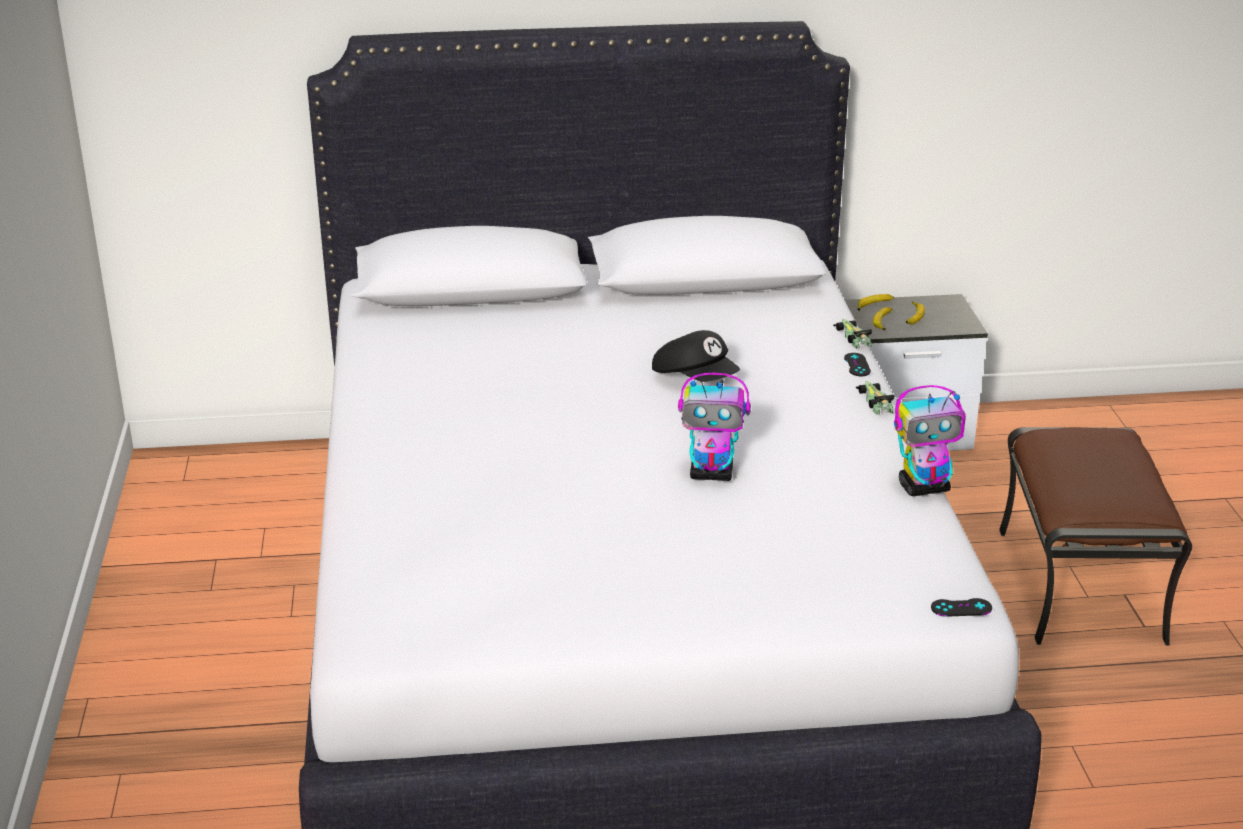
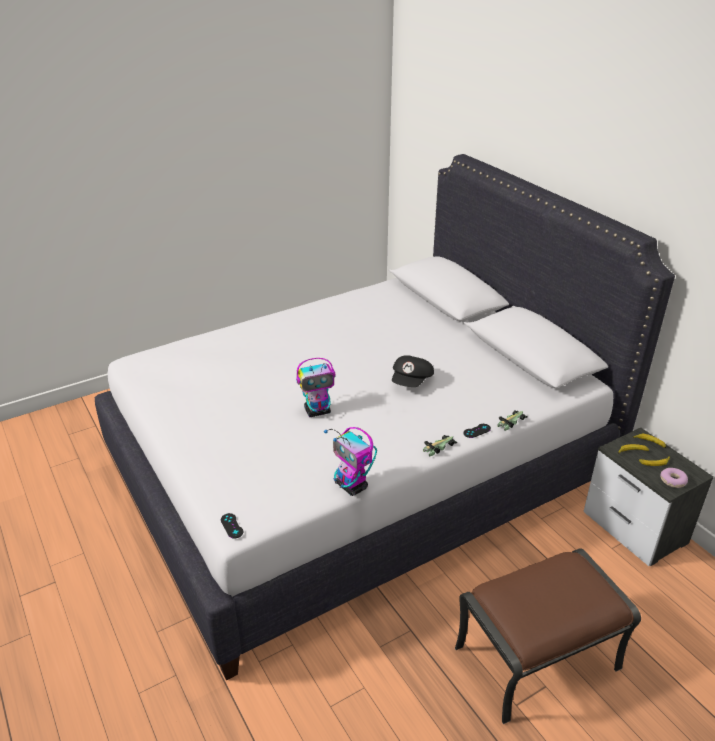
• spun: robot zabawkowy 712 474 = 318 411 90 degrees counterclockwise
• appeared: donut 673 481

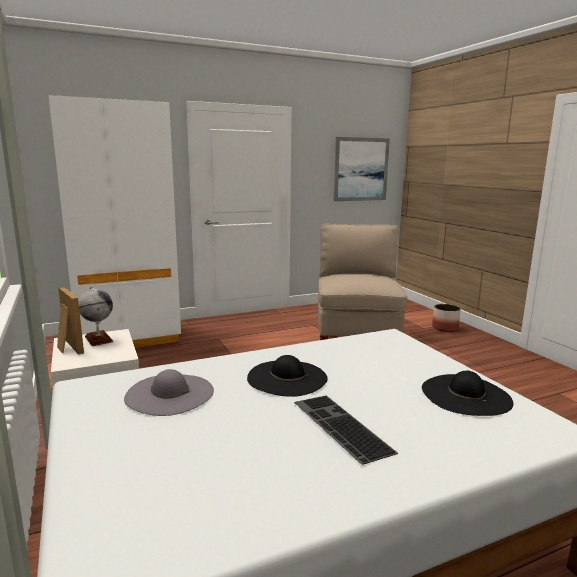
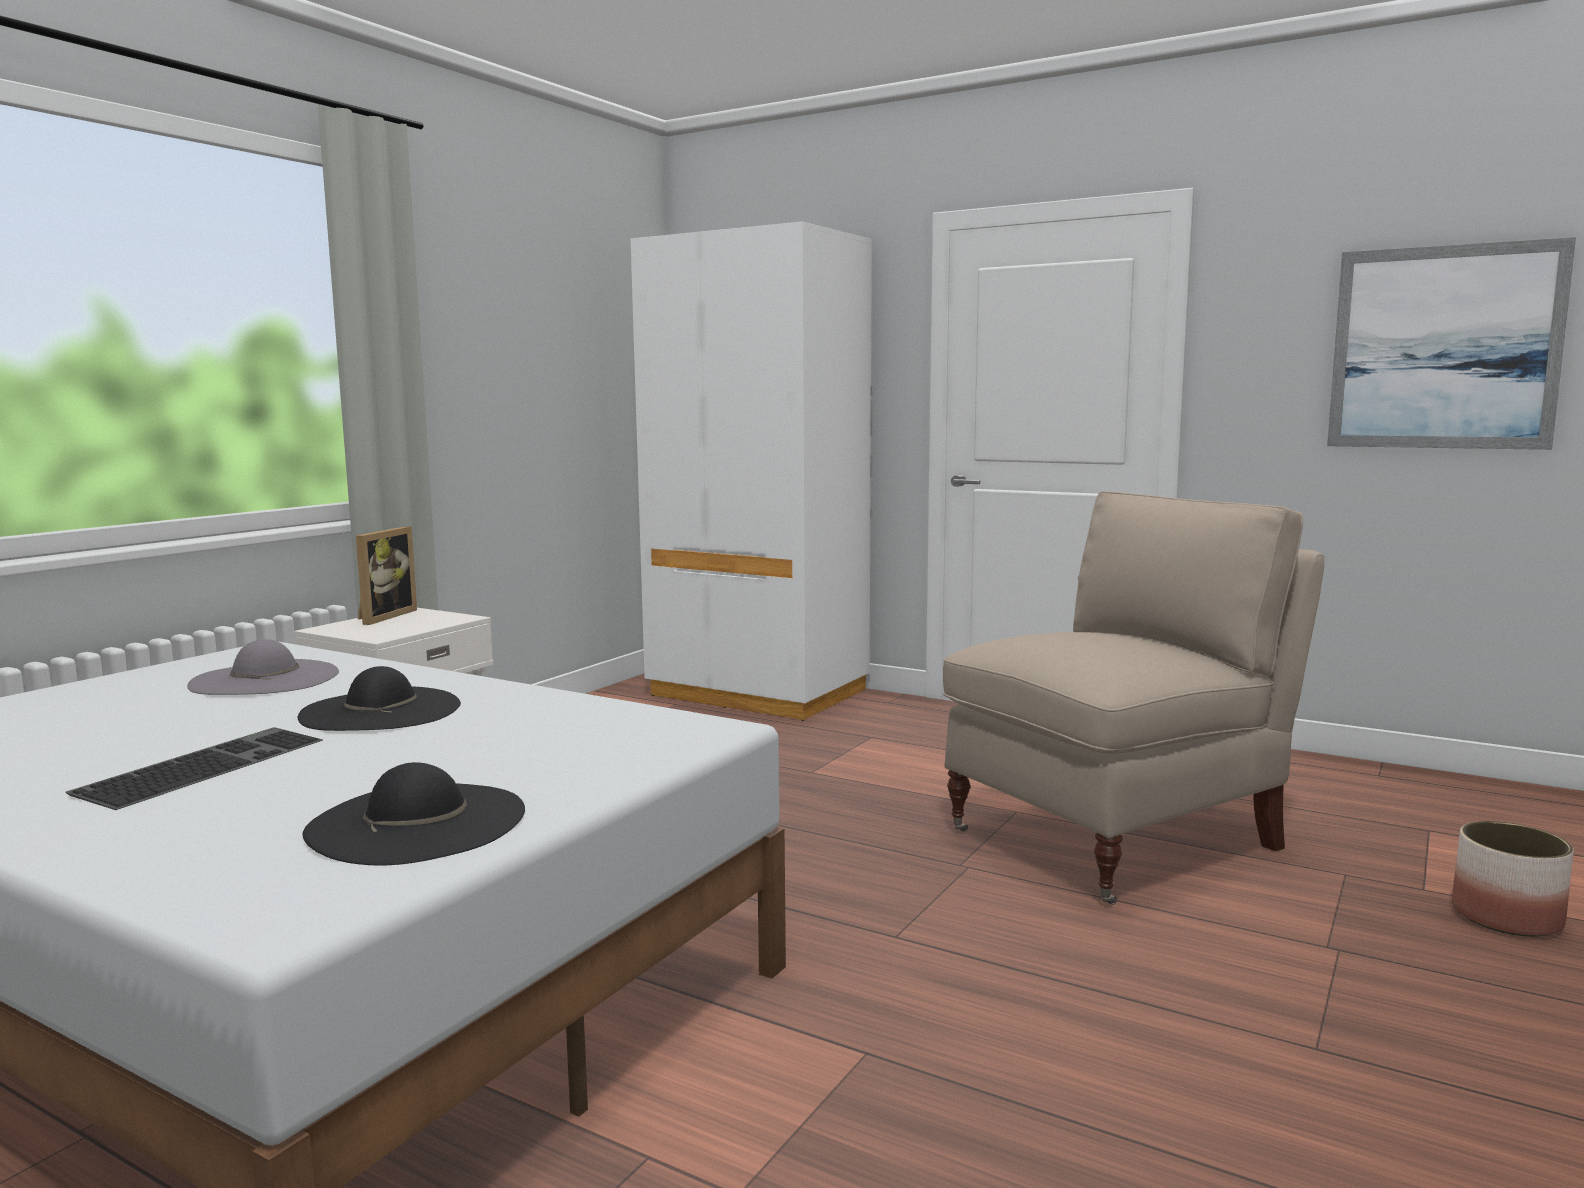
• missing: globus 98 339

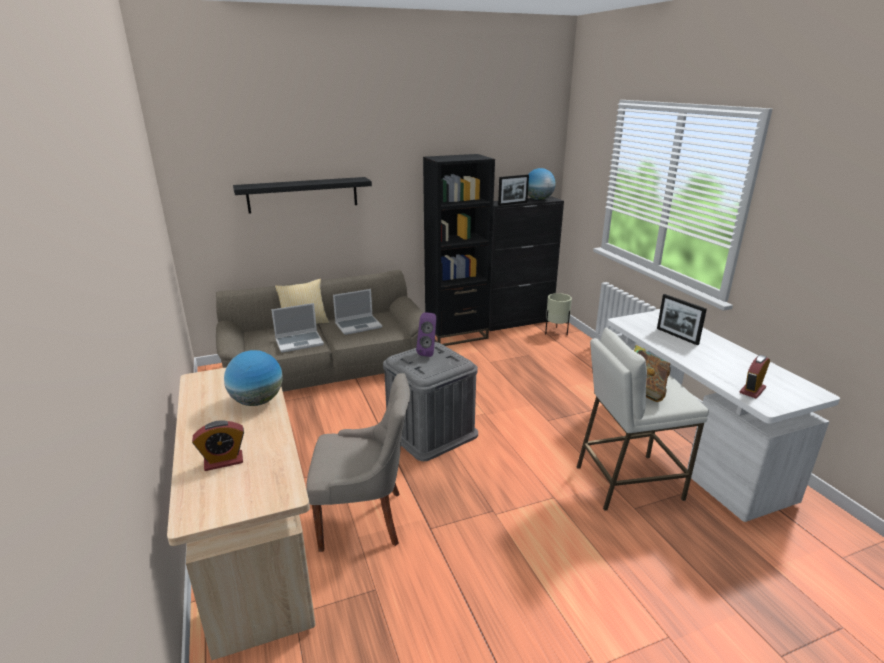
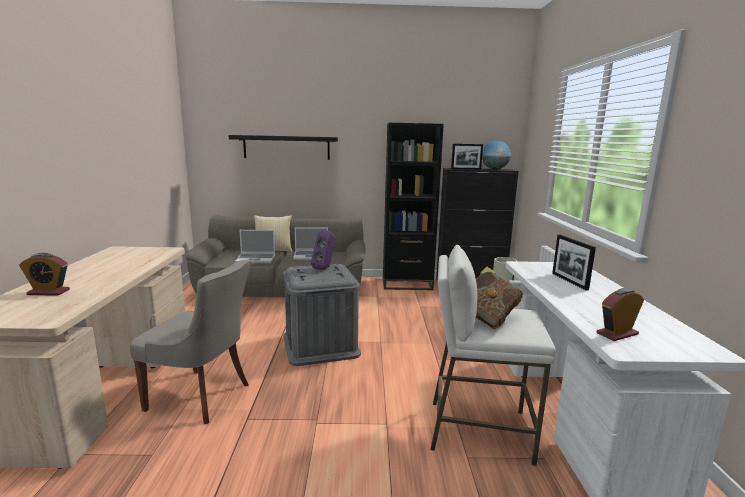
• missing: globus 257 401

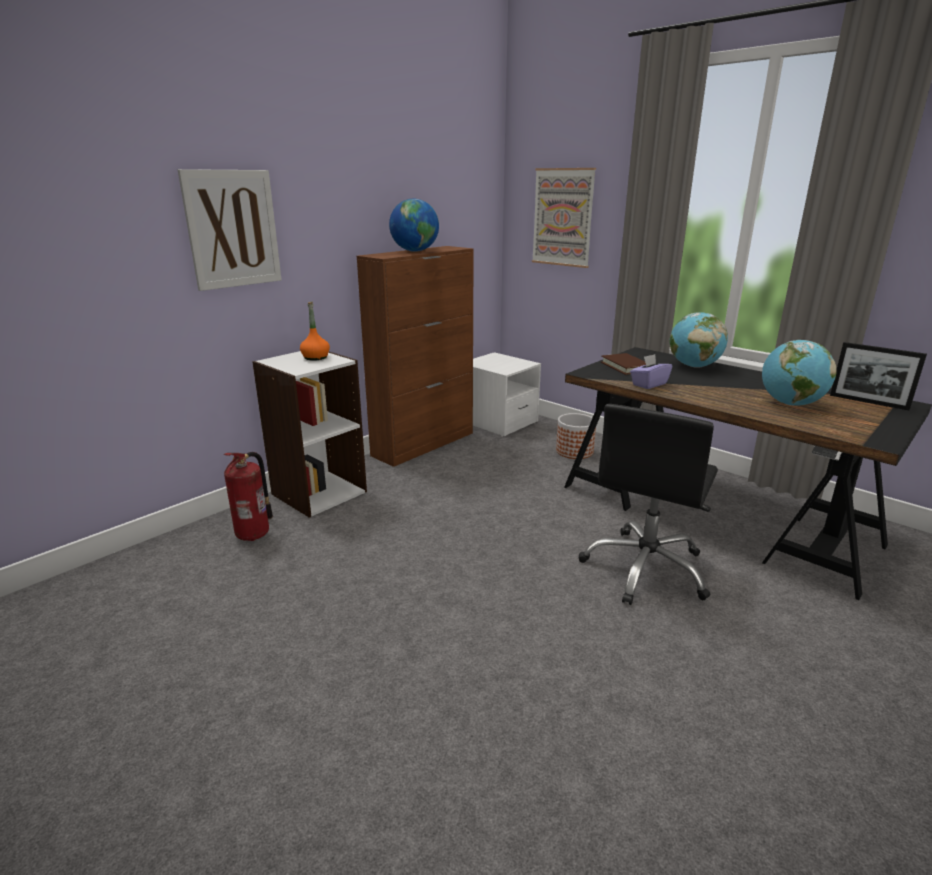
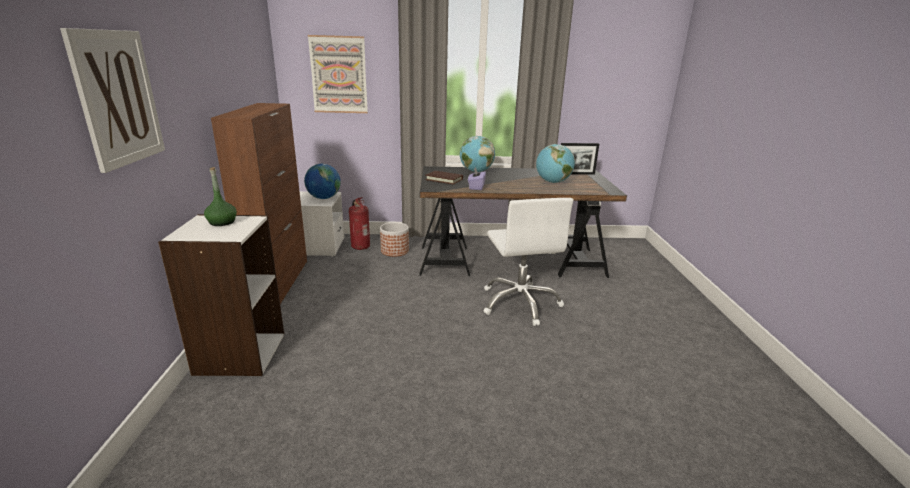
• colour: butelka (pomarańczowy) 315 357 to butelka (zielony) 222 222
• relocated: globus 415 251 to 324 198
• relocated: gaśnica 254 533 to 360 247
• colour: krzesło biurowe (czarny) 646 569 to krzesło biurowe (biały) 520 303

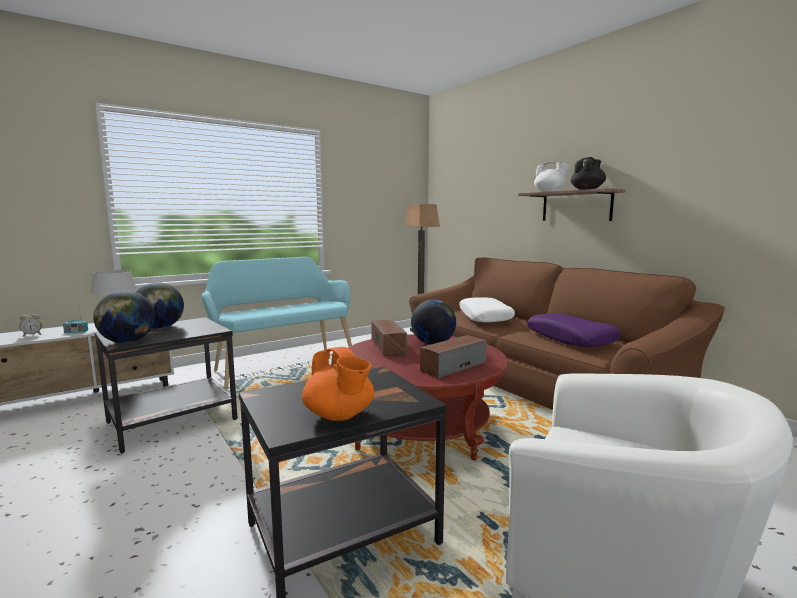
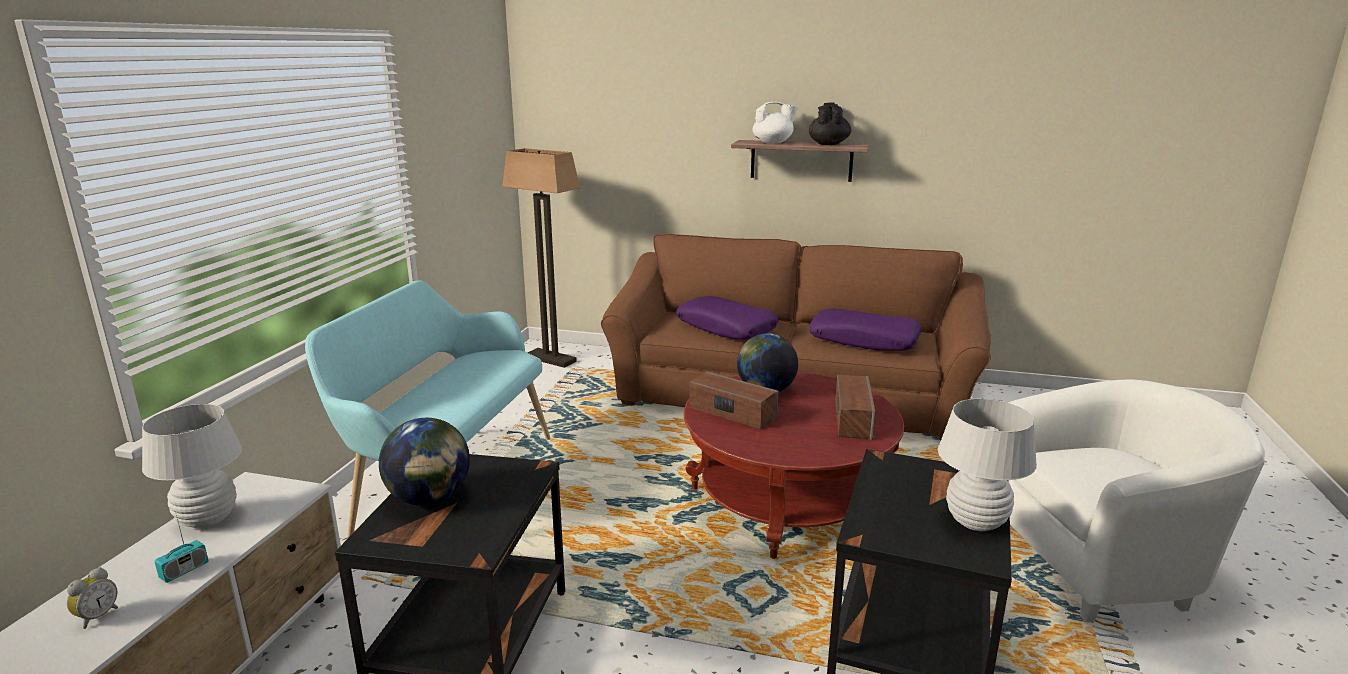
• colour: poduszka (biały) 485 317 to poduszka (fioletowy) 726 328
• exchanged: imbryk (pomarańczowy) 339 416 to lampa stołowa (biały) 976 522
• missing: globus 127 342

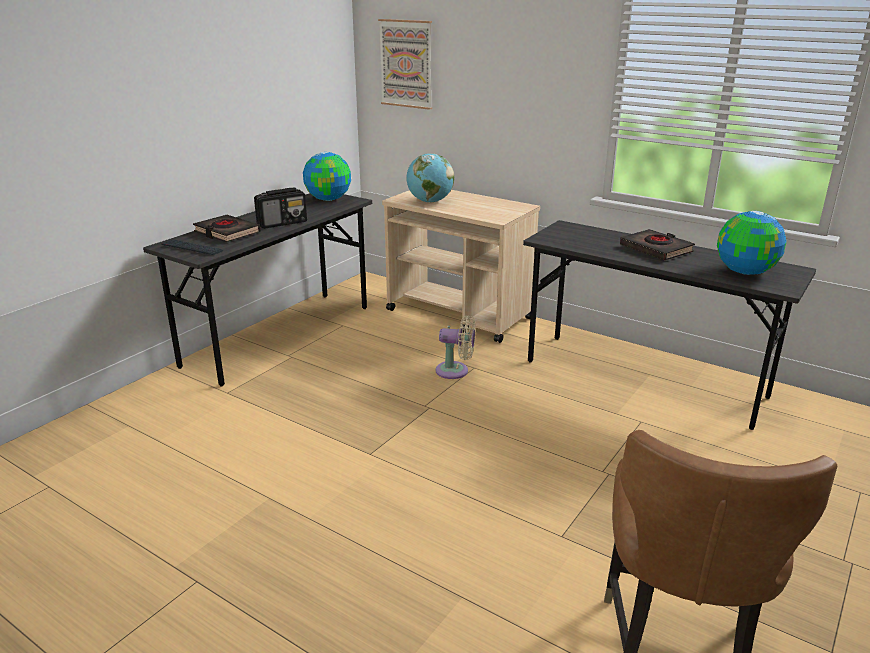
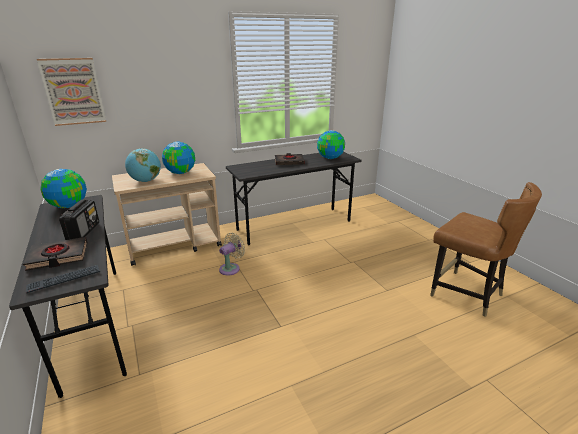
• appeared: globus 180 172

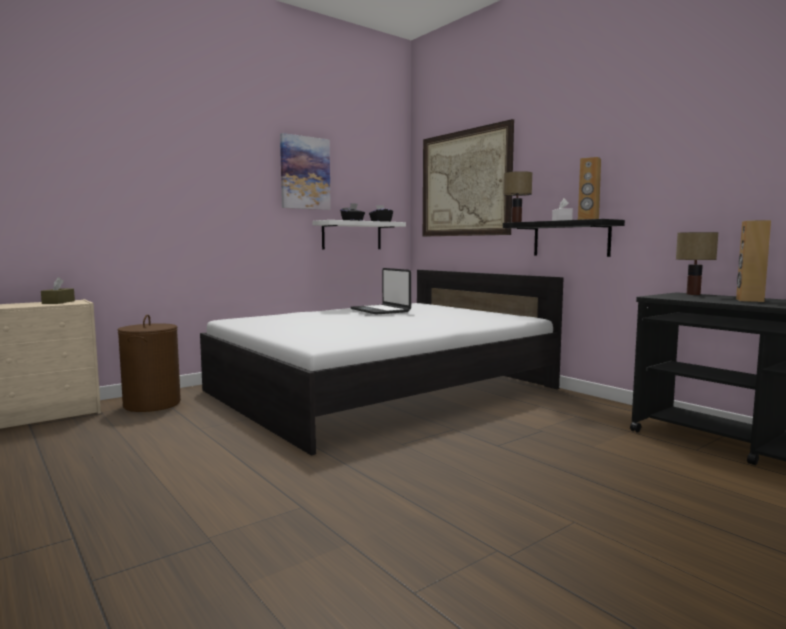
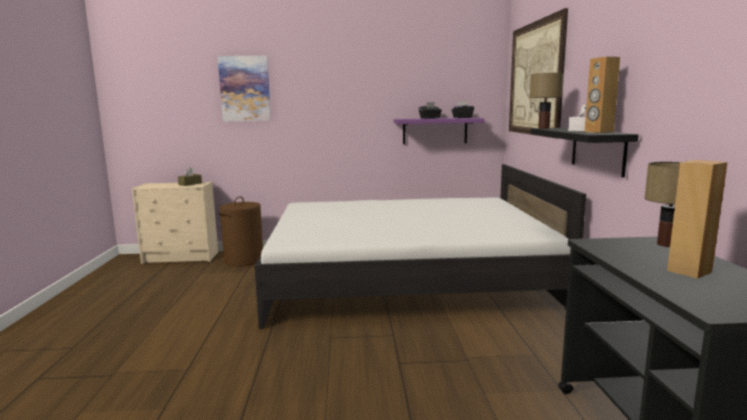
• relocated: obraz 305 173 to 245 89
• colour: półka (biały) 352 235 to półka (fioletowy) 435 131
• missing: laptop 380 310

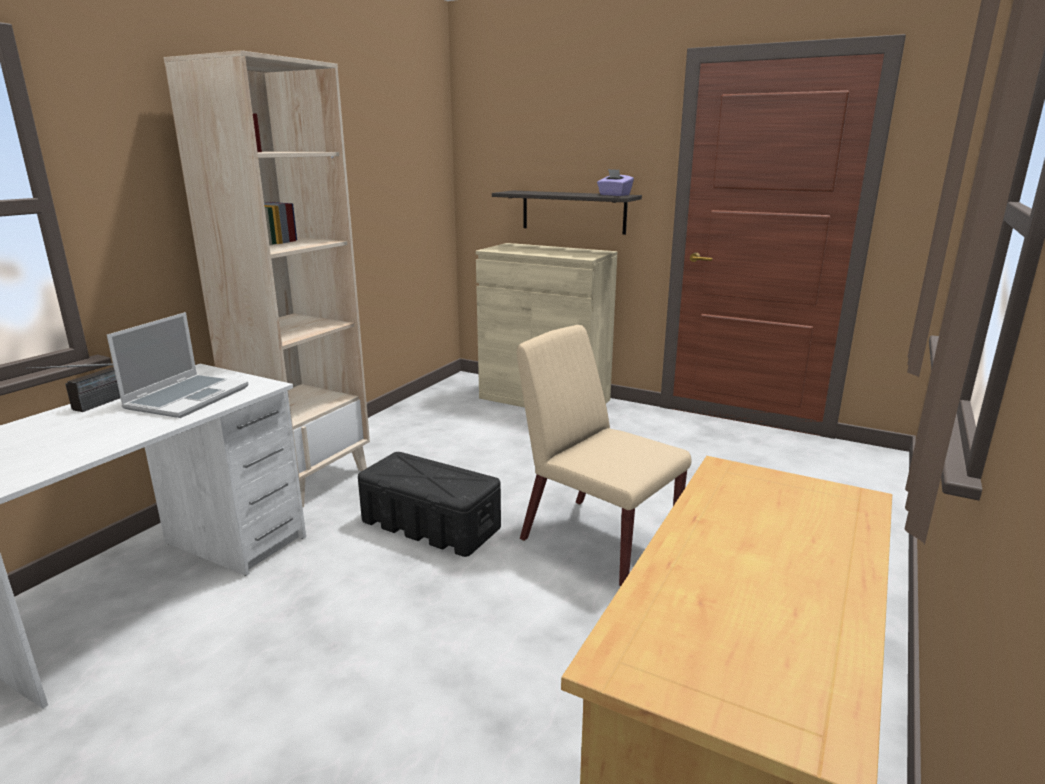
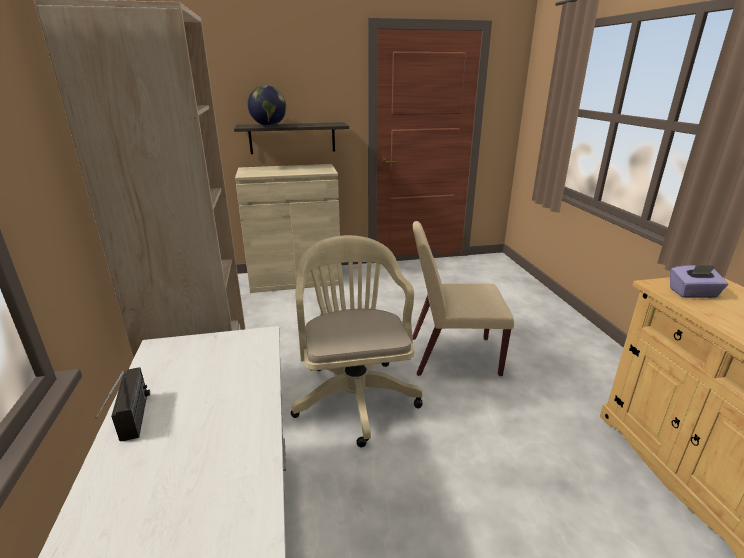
• appeared: globus 269 125
• exchanged: pojemnik do przechowywania (czarny) 431 525 to krzesło biurowe (beżowy) 354 393
• relocated: pudełko chusteczek (fioletowy) 614 195 to 693 293
• missing: laptop 187 397

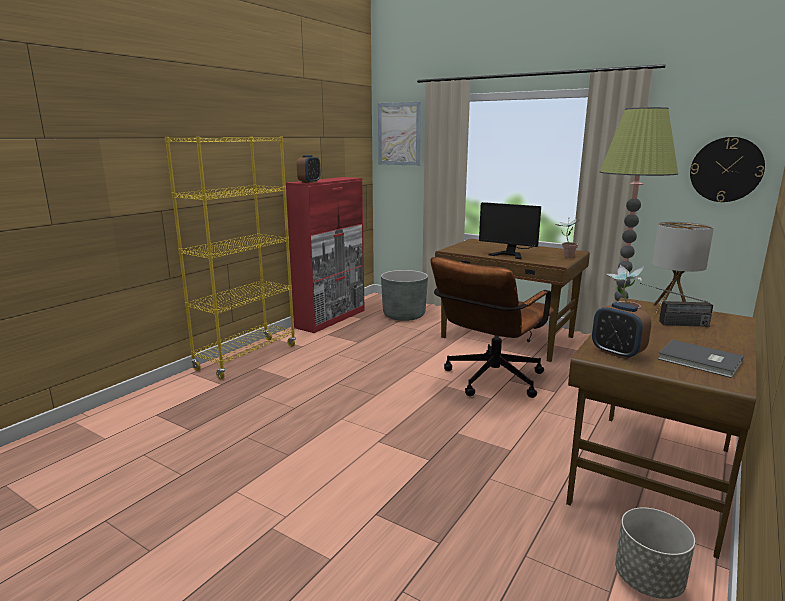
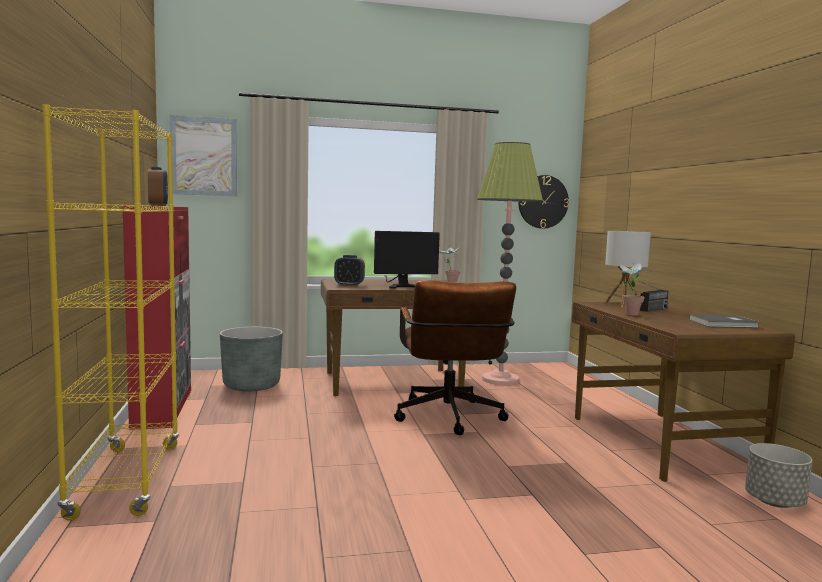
• relocated: budzik 617 353 to 349 285

